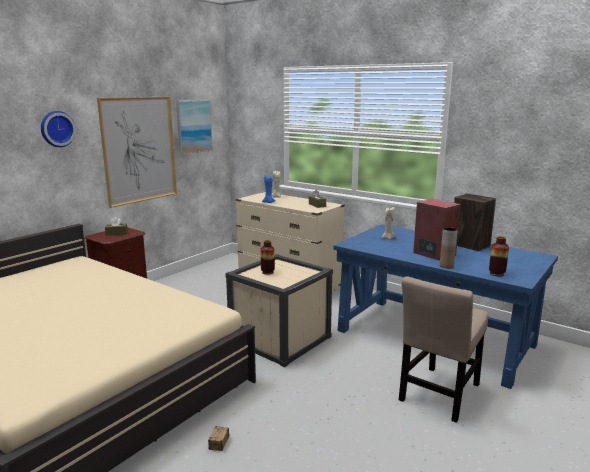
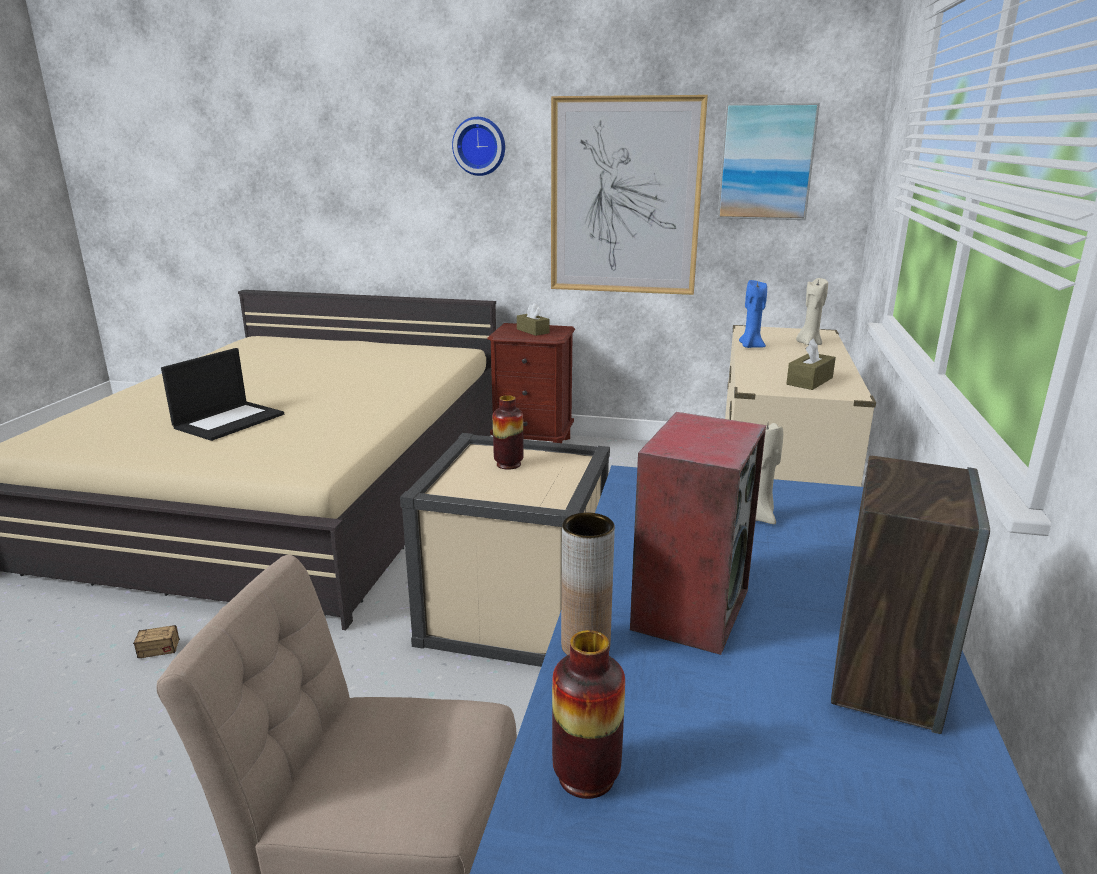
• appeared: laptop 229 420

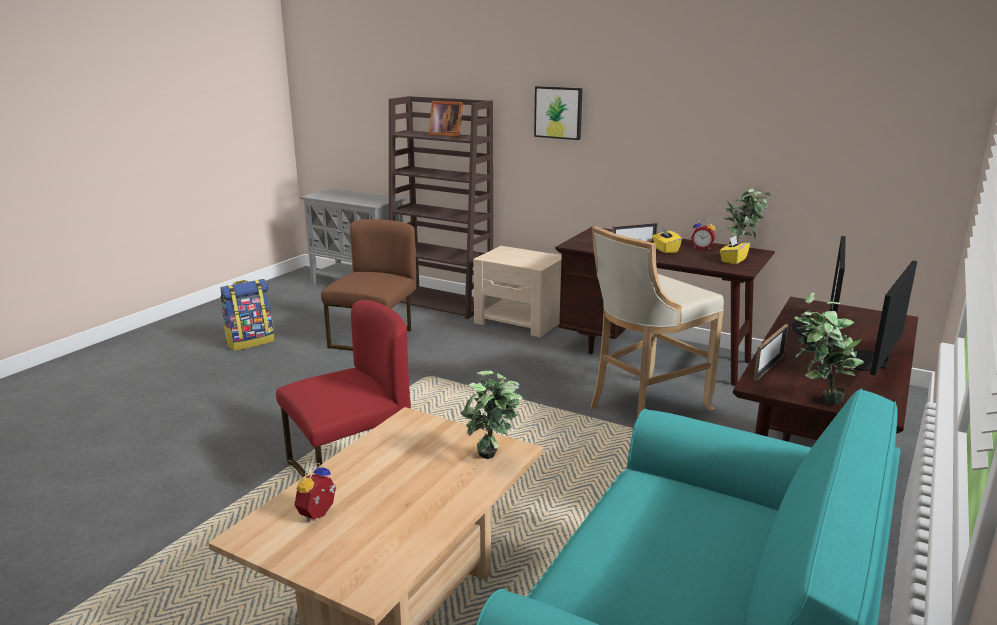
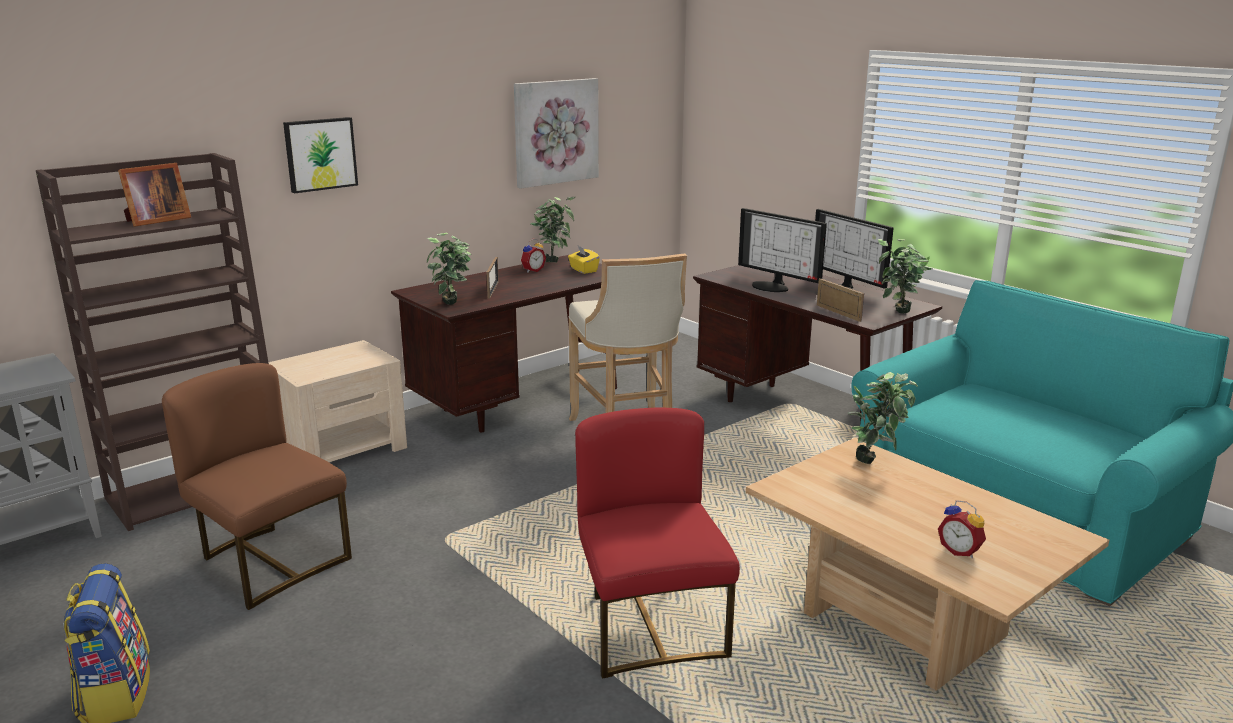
• appeared: roślina doniczkowa 452 305
• appeared: obraz 555 132
• missing: pudełko chusteczek (żółty) 665 250

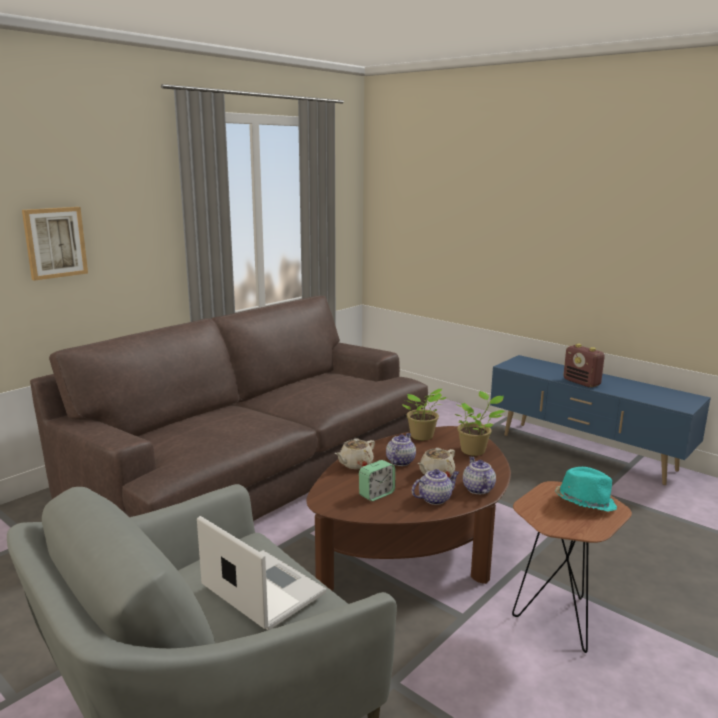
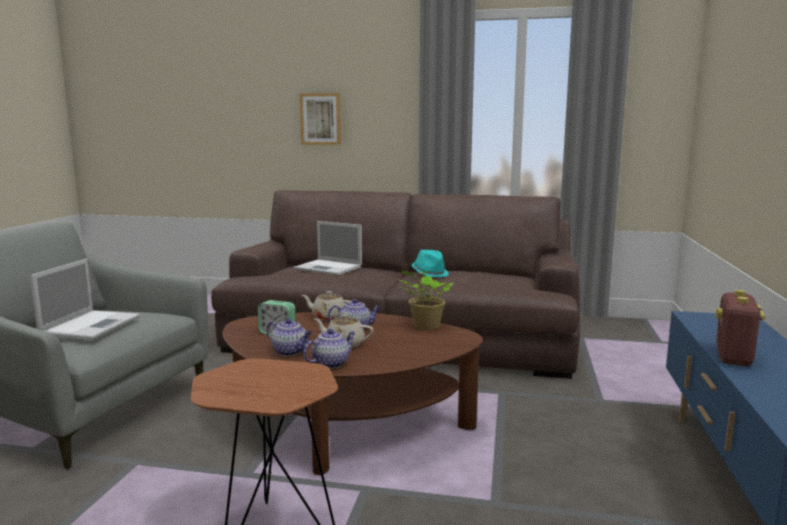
• appeared: laptop 329 268
• relocated: kapelusz (turkusowy) 584 503 to 430 273
• missing: roślina doniczkowa 474 450

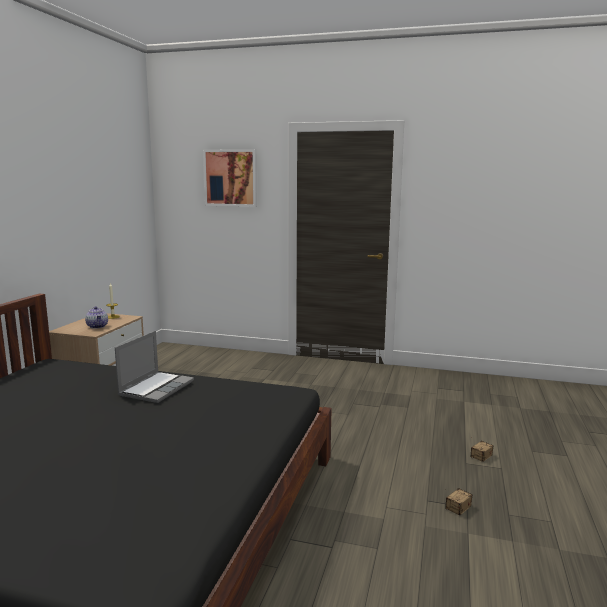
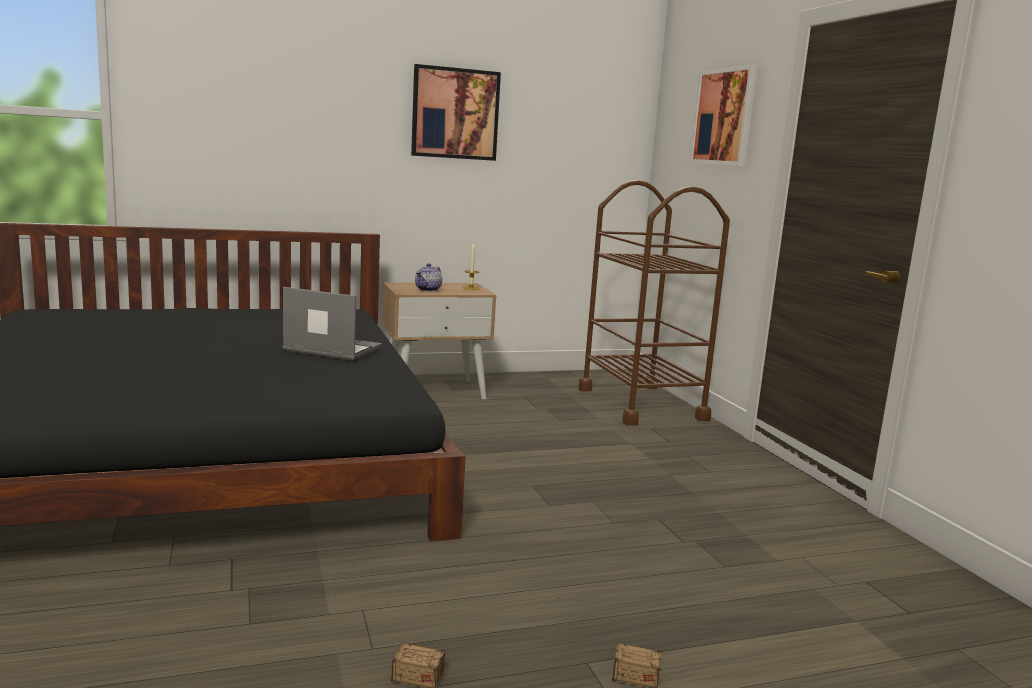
• spun: laptop 156 388 = 331 350 150 degrees counterclockwise
• appeared: obraz 455 113
• appeared: wózek (brązowy) 641 404

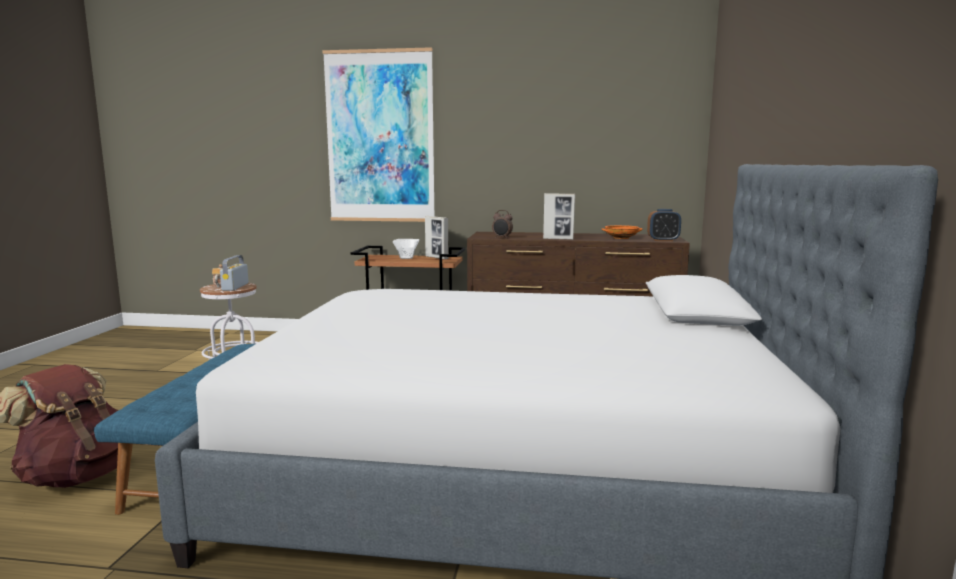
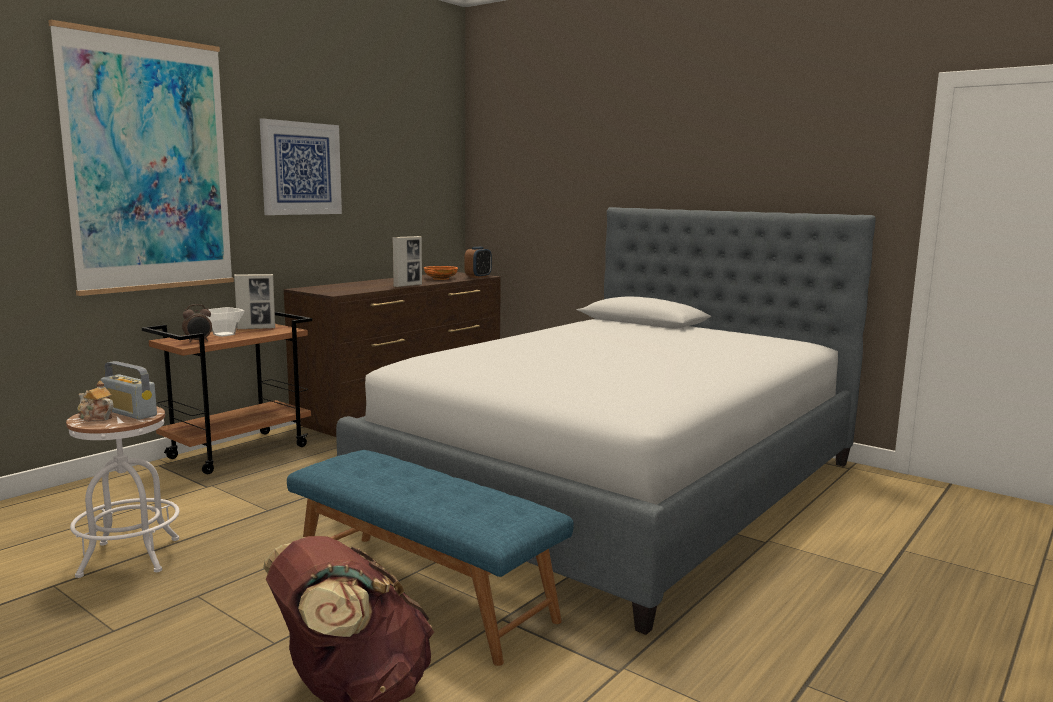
• relocated: budzik 502 238 to 198 341
• appeared: obraz 301 168

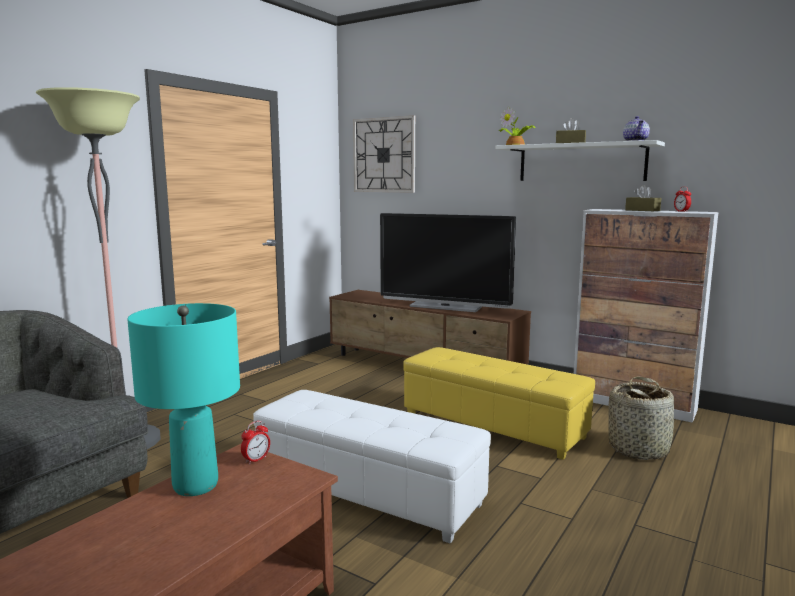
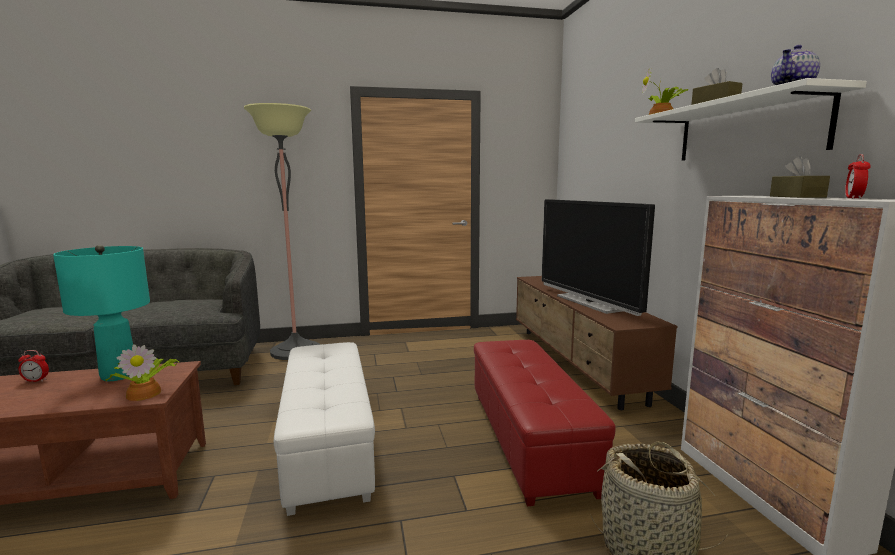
• relocated: budzik 256 460 to 36 380
• appeared: roślina doniczkowa 145 392
• colour: pufa (żółty) 493 425 to pufa (czerwony) 530 438
• missing: zegar ścienny 384 155

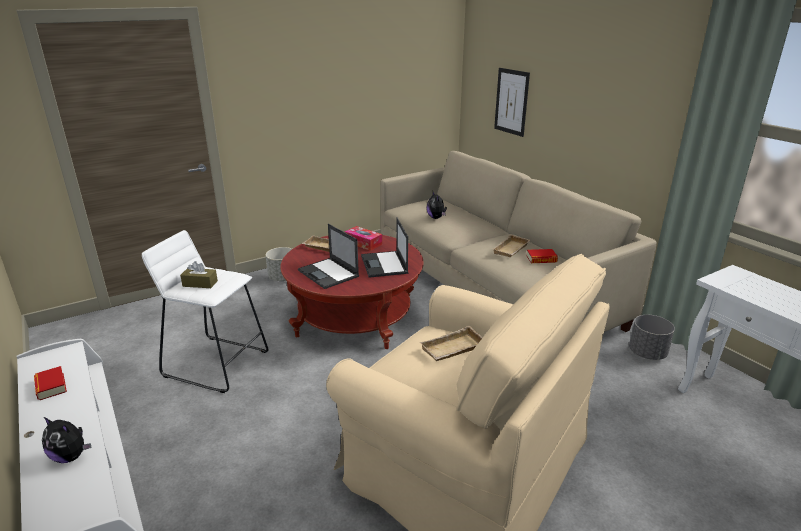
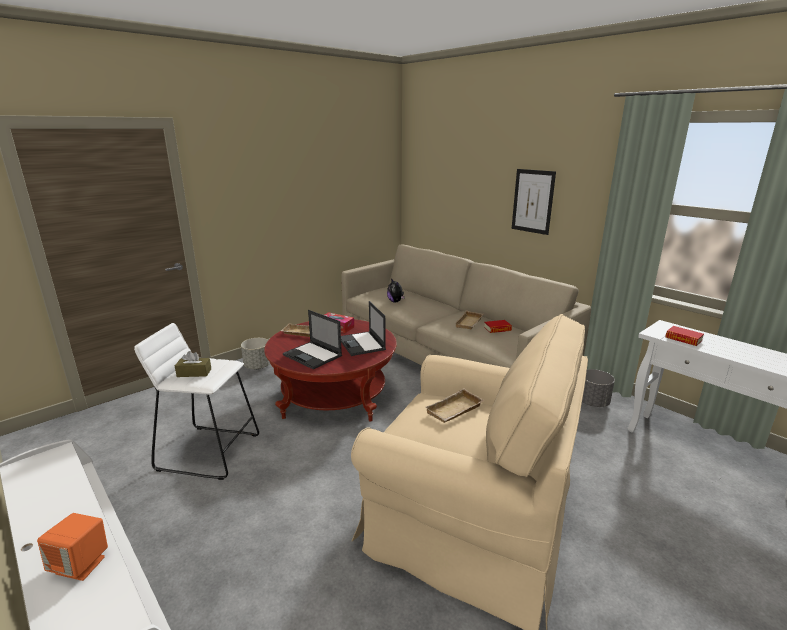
• exchanged: pluszak 71 456 to głośnik (pomarańczowy) 81 565
• relocated: obraz 511 102 to 533 201
• relocated: książka 51 386 to 683 339

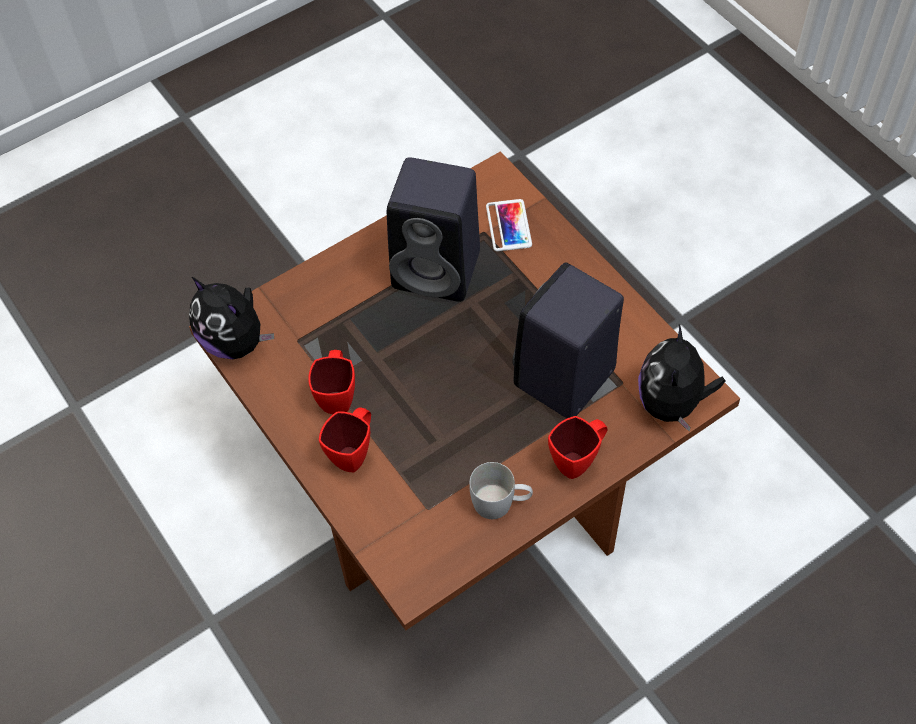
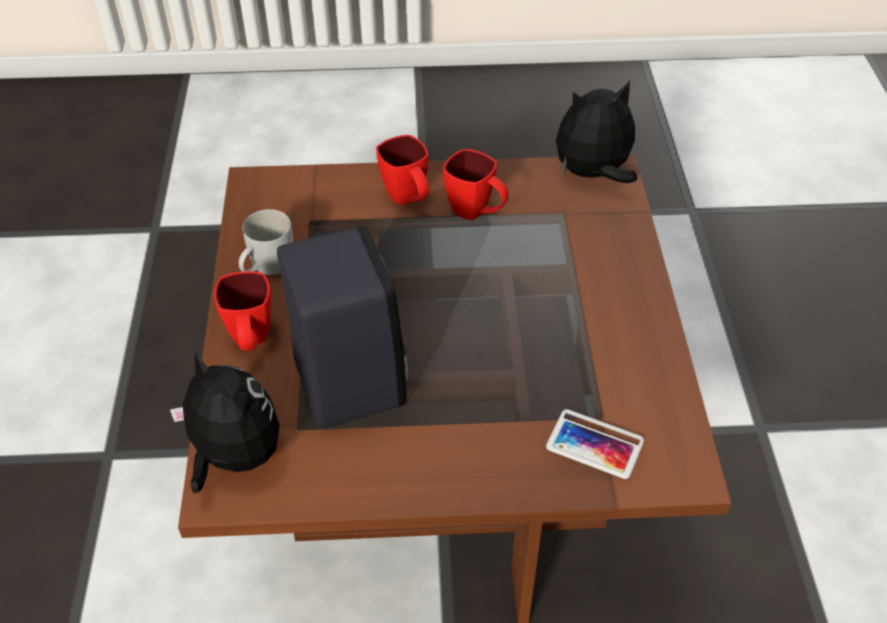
• missing: głośnik (czarny) 439 269

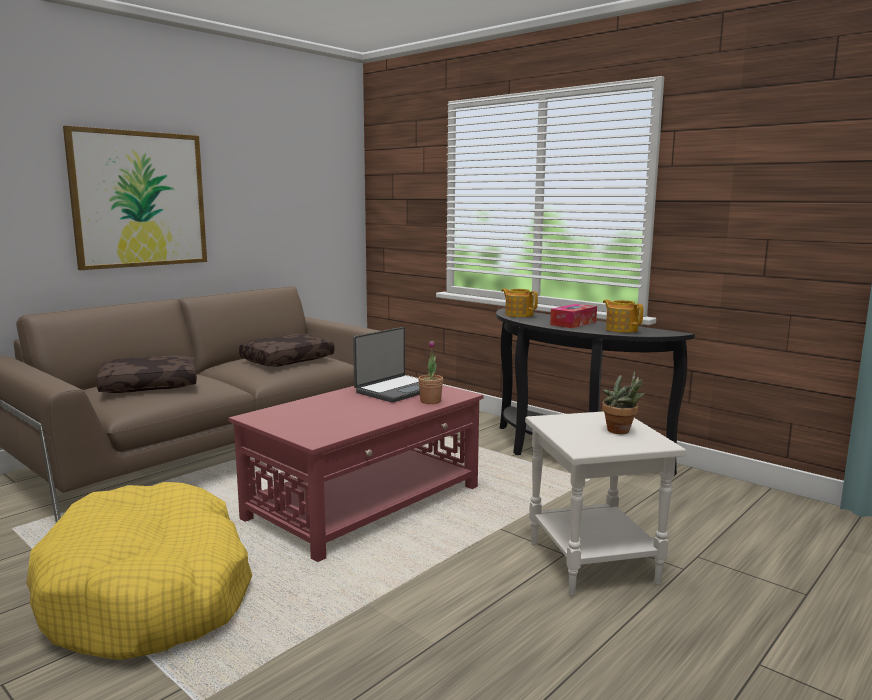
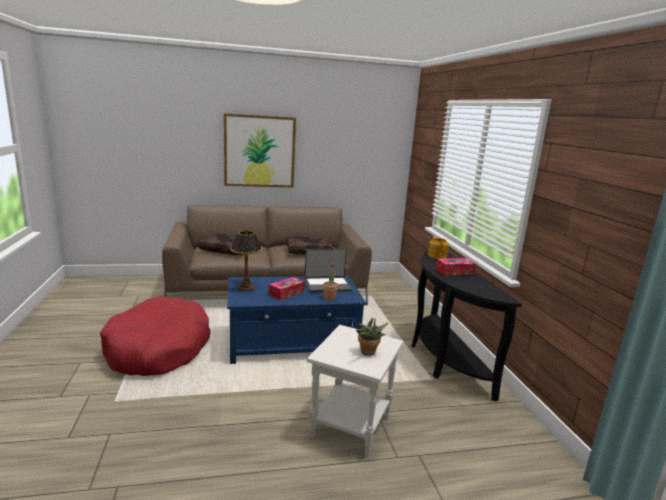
• colour: legowisko (żółty) 149 593 to legowisko (czerwony) 158 349
• colour: ława (czerwony) 366 502 to ława (niebieski) 293 343
• appeared: lampa stołowa 245 287
• appeared: pudełko chusteczek 286 293
• missing: imbryk 621 329

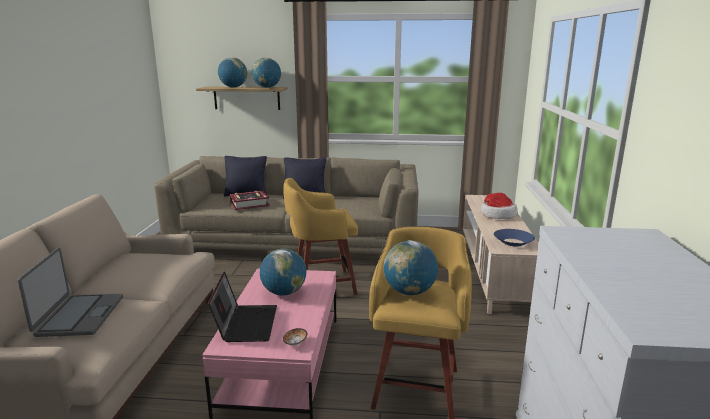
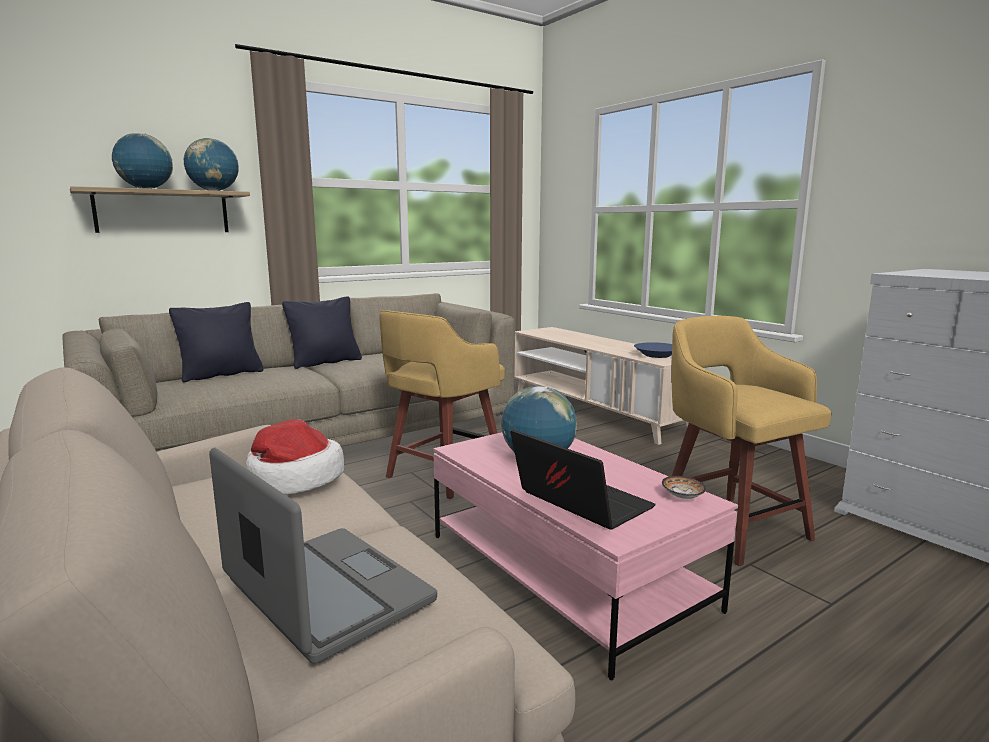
• relocated: kapelusz 497 215 to 294 479
• missing: książka 249 204
• missing: globus 409 292

